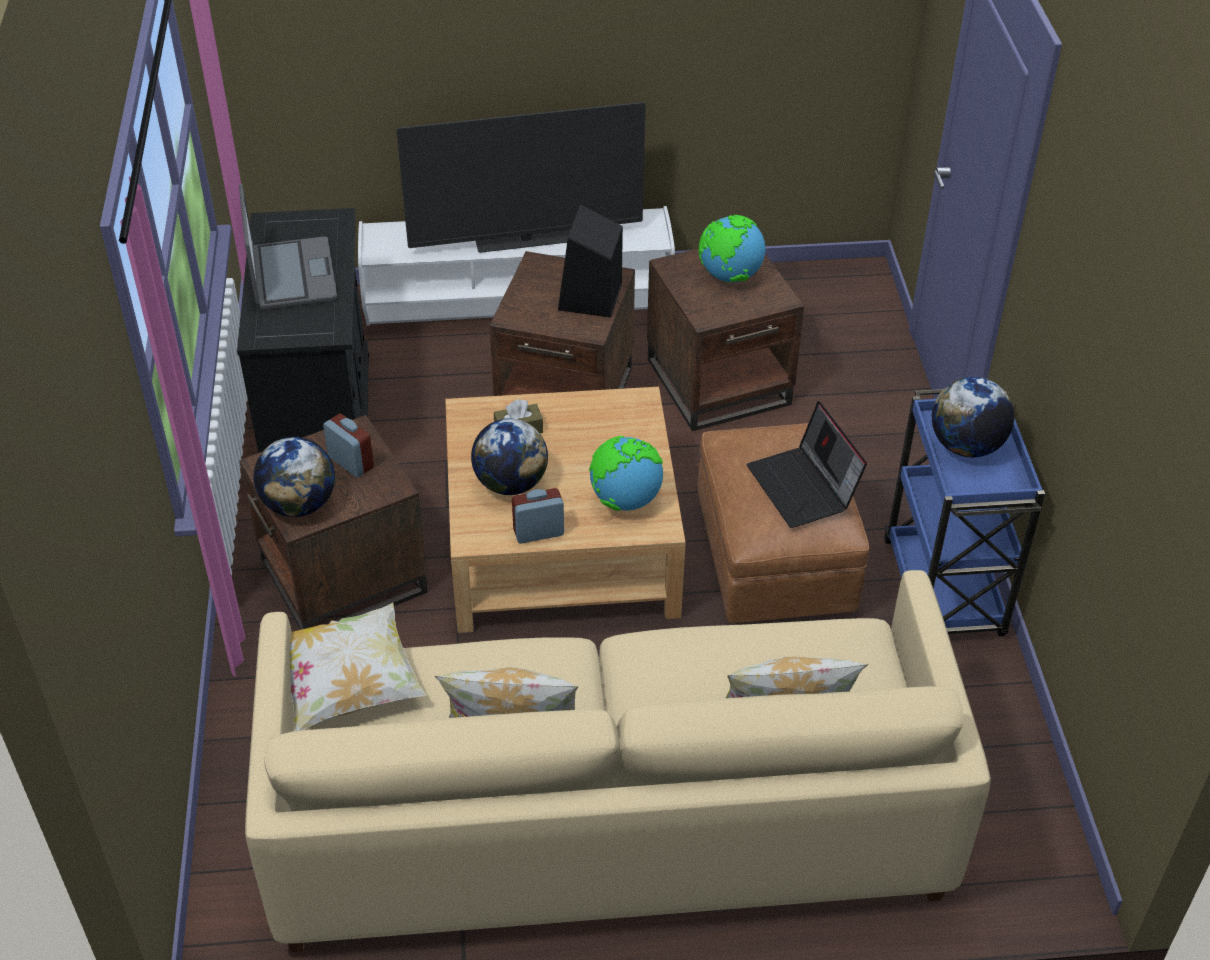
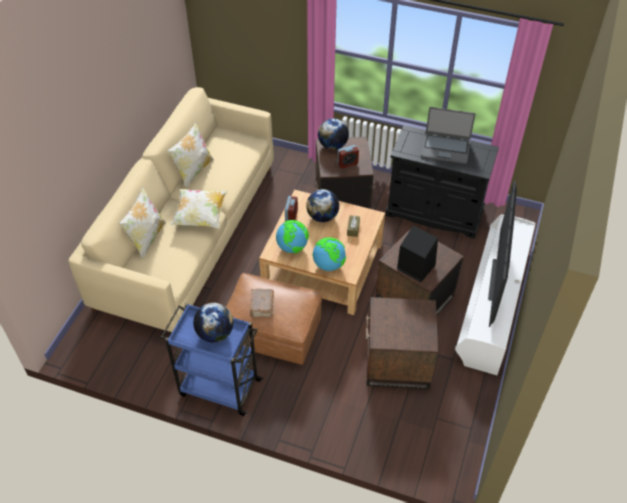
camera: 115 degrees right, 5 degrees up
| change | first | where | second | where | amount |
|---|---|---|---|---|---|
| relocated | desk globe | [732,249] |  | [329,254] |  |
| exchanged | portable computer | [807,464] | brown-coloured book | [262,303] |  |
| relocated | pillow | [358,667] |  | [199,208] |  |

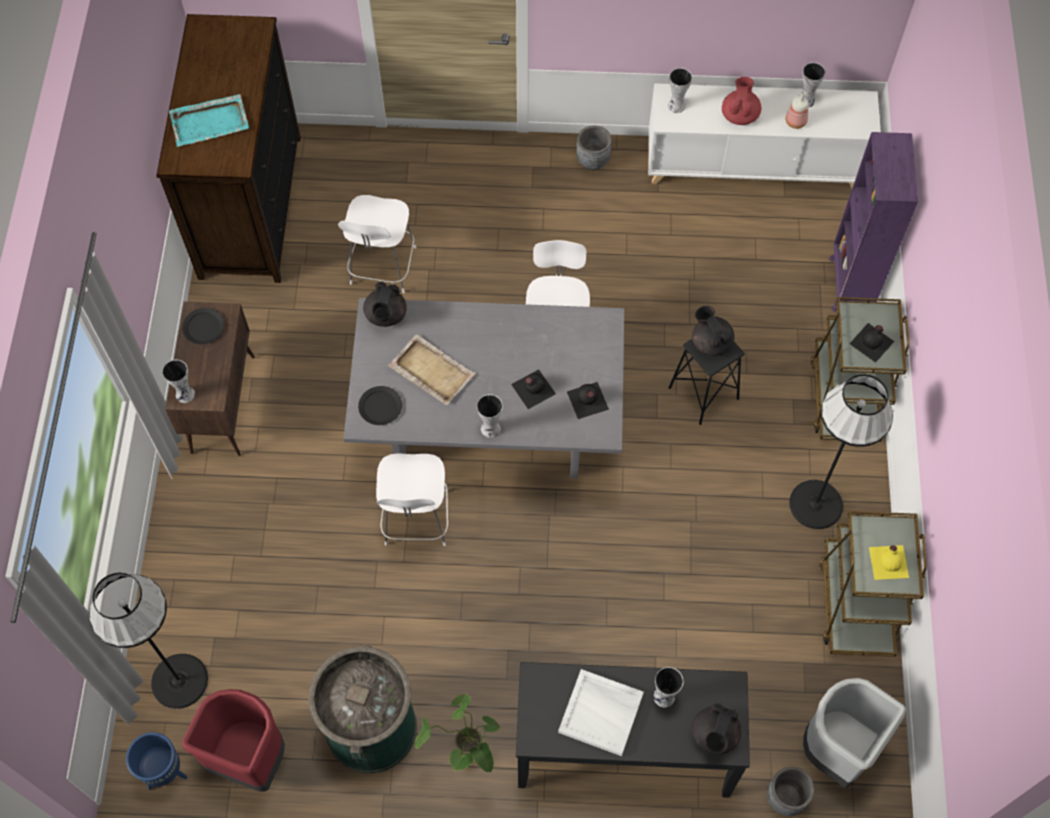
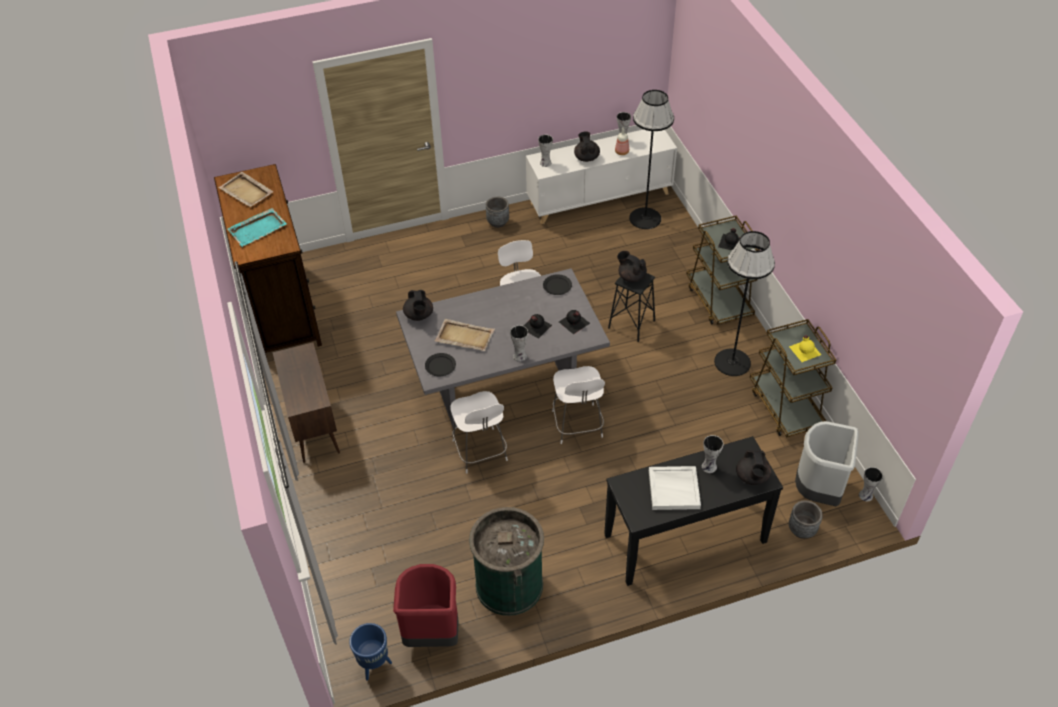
camera: 20 degrees left, 15 degrees down
| change | first | where | second | where | amount |
|---|---|---|---|---|---|
| colour | reddish tea pot | [741,101] | black tea pot | [587,146] |  |
| missing | purple-coloured bookshelf | [873,222] |  |  |  |
| relocated | whitish upright chair | [377,244] |  | [578,405] |  |
| relocated | black plate | [203,326] |  | [557,284] |  |
| relocated | decorative vase | [178,381] |  | [871,484] |  |
| relocated | black standing lamp | [148,641] |  | [651,159] |  |
| missing | plant in a pot | [458,733] |  |  |  |
| appeared |  |  | beige carrying tray | [246,189] |  |

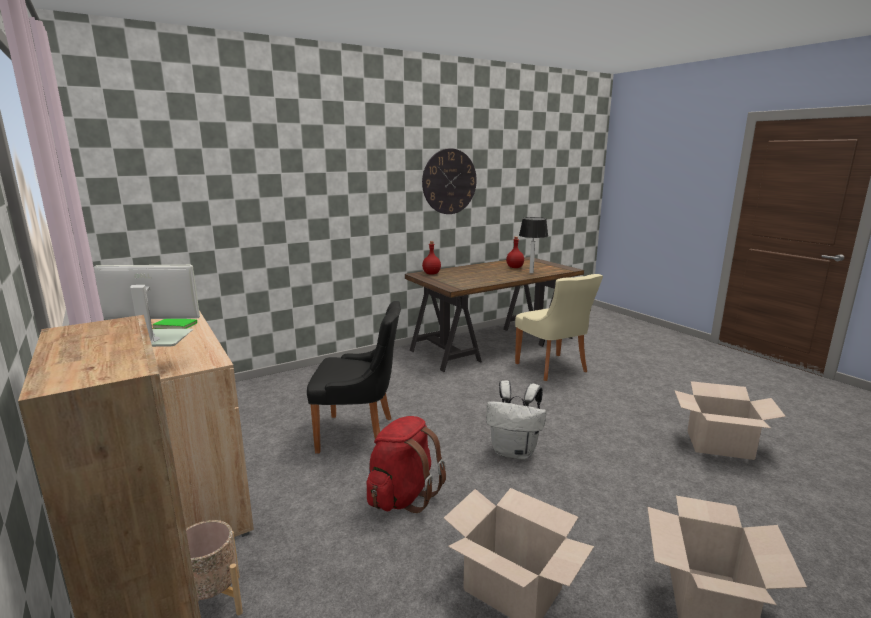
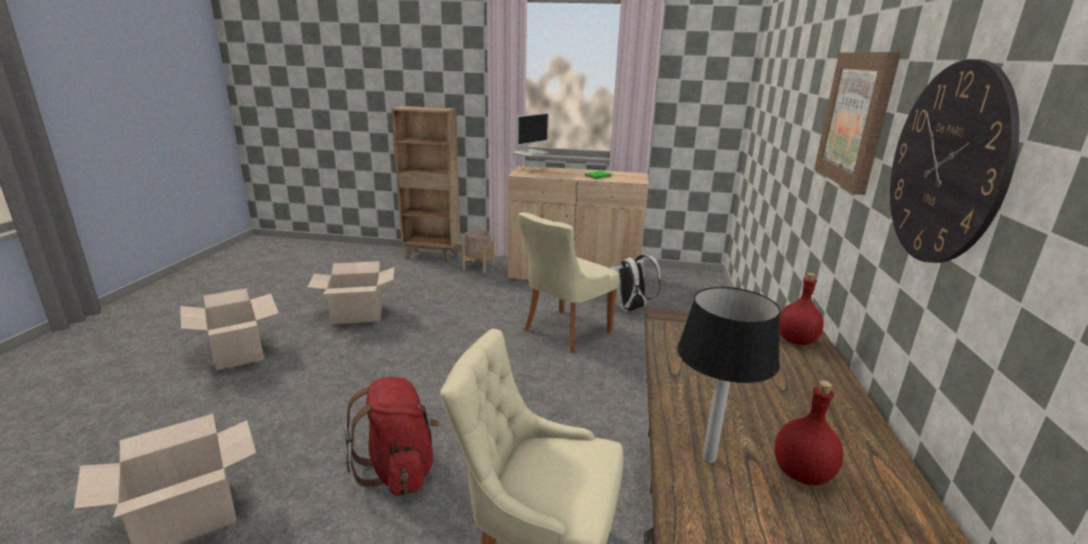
camera: 130 degrees right, 5 degrees up
| change | first | where | second | where | amount |
|---|---|---|---|---|---|
| colour | black upright chair | [354,377] | beige upright chair | [568,282] |  |
| relocated | whitish backpack | [516,420] |  | [634,283] |  |
| relocated | reddish backpack | [406,464] |  | [392,436] |  |
| appeared |  |  | wall art | [857,123] |  |

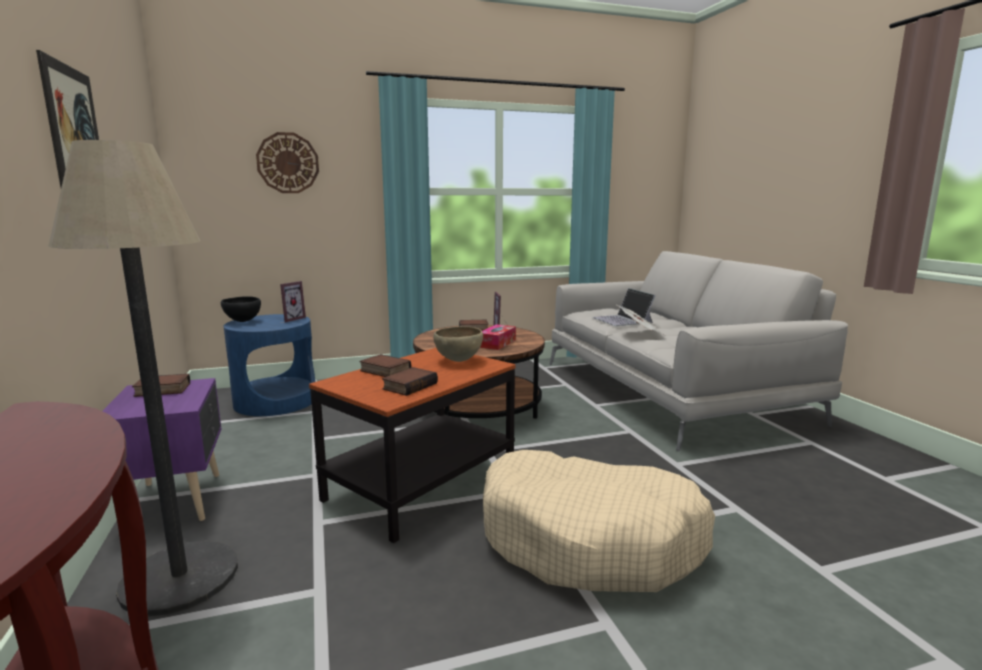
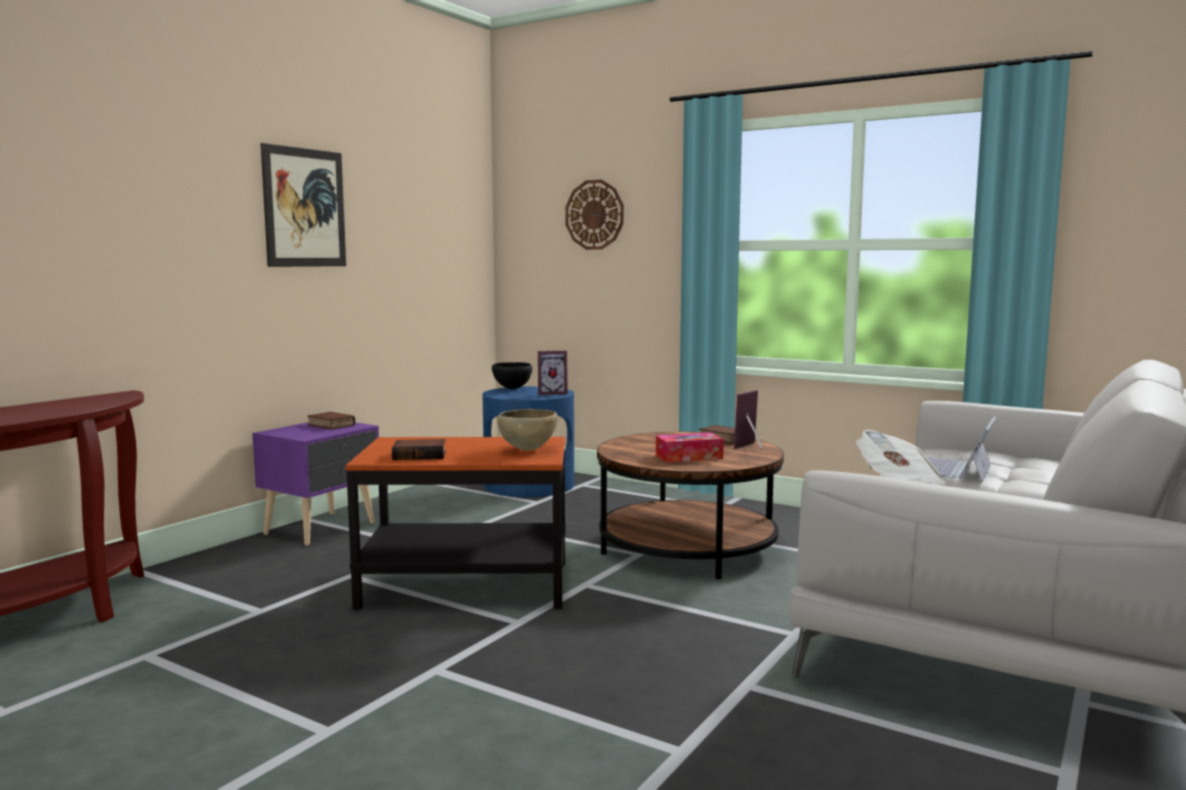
camera: 50 degrees right, 5 degrees down
| change | first | where | second | where | amount |
|---|---|---|---|---|---|
| missing | standing lamp | [143,378] |  |  |  |
| missing | book | [385,365] |  |  |  |
| missing | beige pet bed | [599,521] |  |  |  |

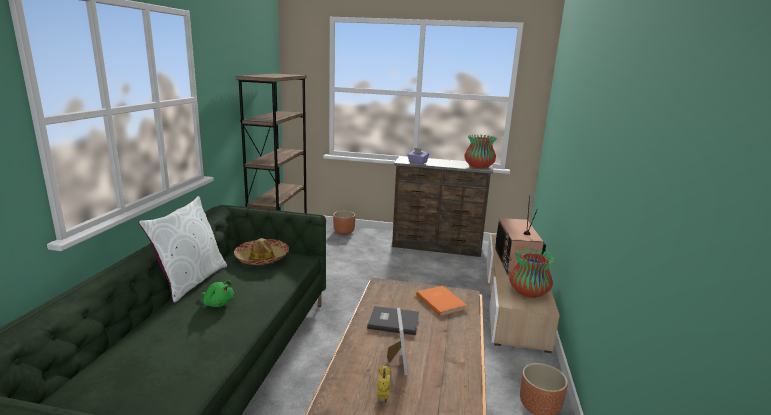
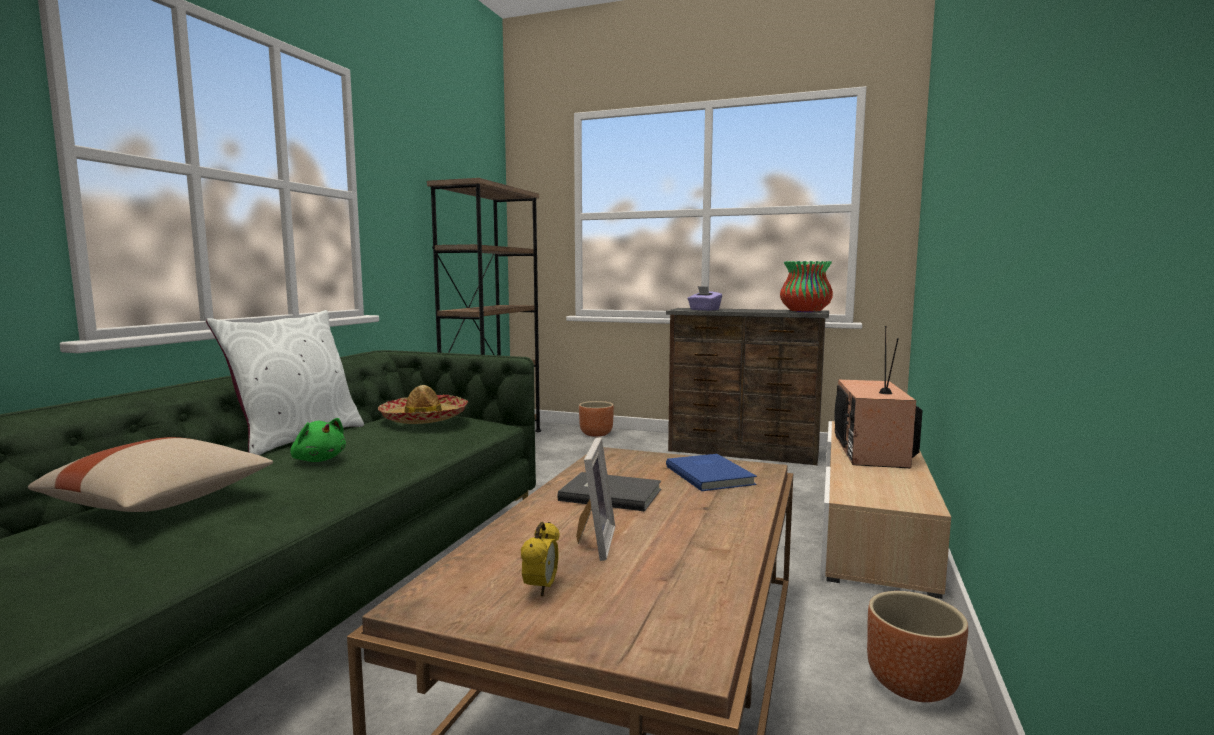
camera: 10 degrees right, 10 degrees down
| change | first | where | second | where | amount |
|---|---|---|---|---|---|
| missing | decorative vase | [532,273] |  |  |  |
| colour | orange-coloured book | [442,301] | blue book | [711,472] |  |
| appeared |  |  | beige pillow | [150,474] |  |

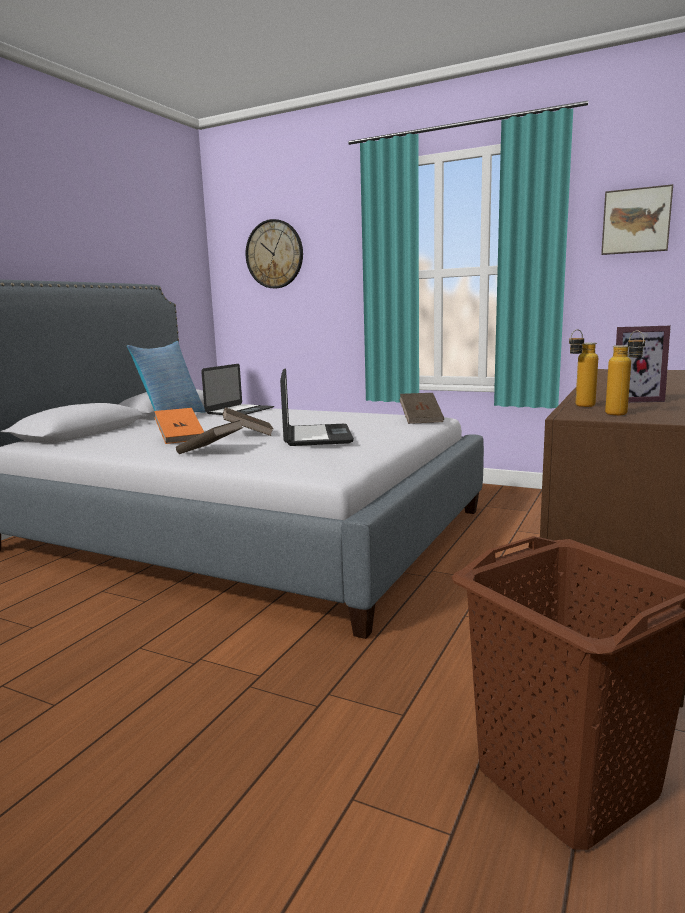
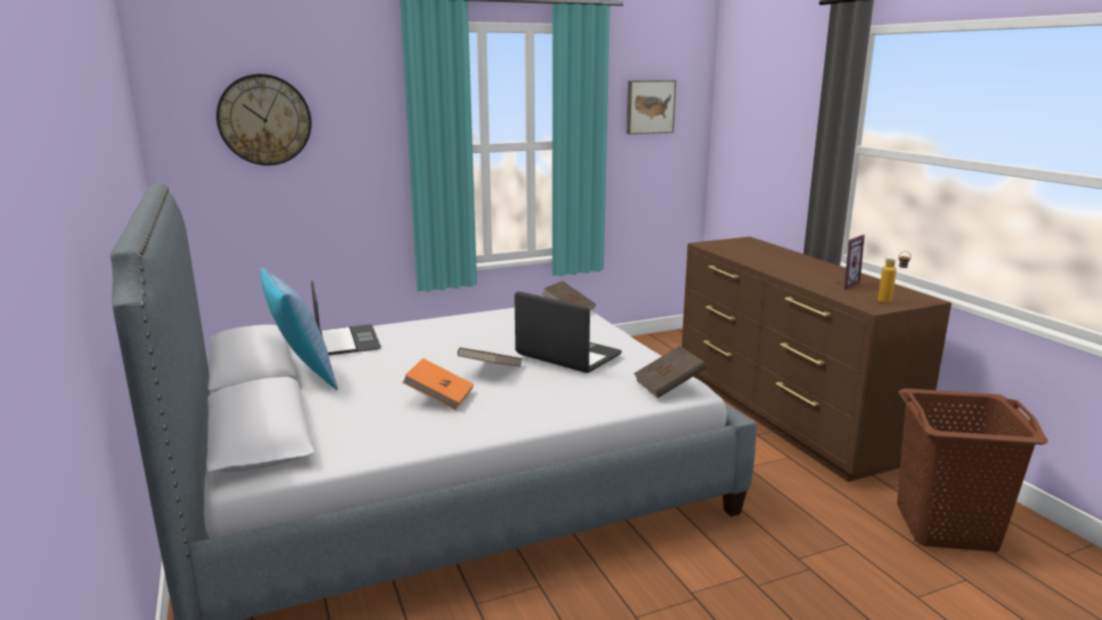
camera: 50 degrees left, 5 degrees up
| change | first | where | second | where | amount |
|---|---|---|---|---|---|
| missing | bottle | [583,368] |  |  |  |
| relocated | brown-coloured book | [210,437] |  | [670,372] |  |

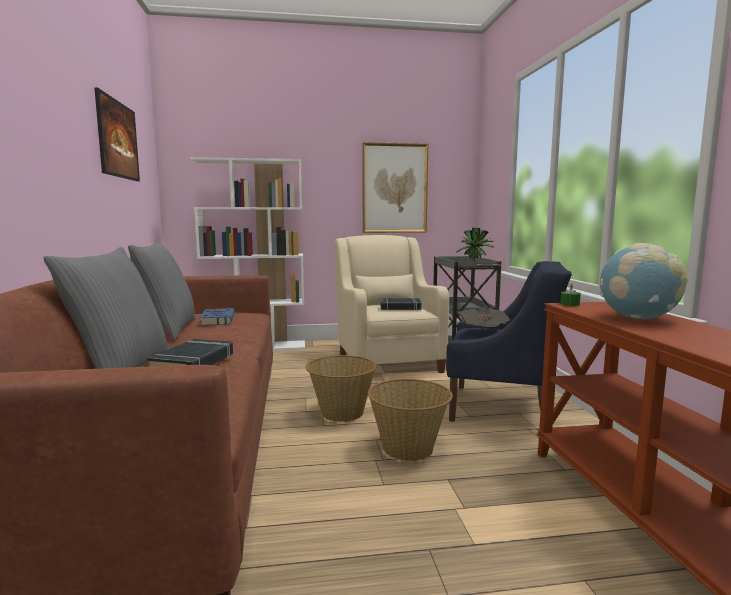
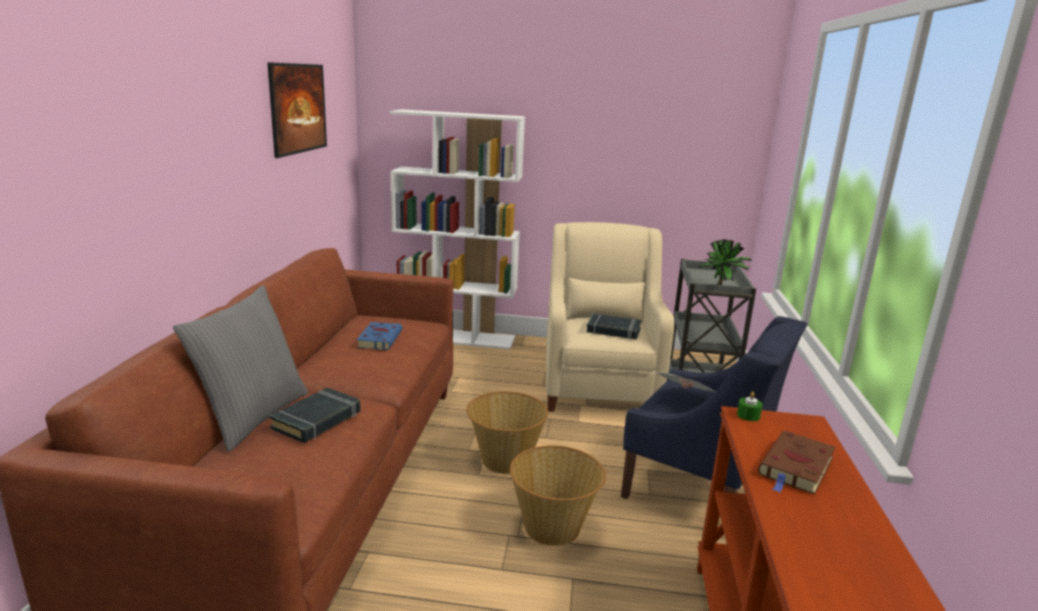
camera: 15 degrees right, 10 degrees up
| change | first | where | second | where | amount |
|---|---|---|---|---|---|
| missing | wall art | [395,187] |  |  |  |
| missing | greyish pillow | [162,290] |  |  |  |
| exchanged | desk globe | [643,281] | brown-coloured book | [796,463] |  |

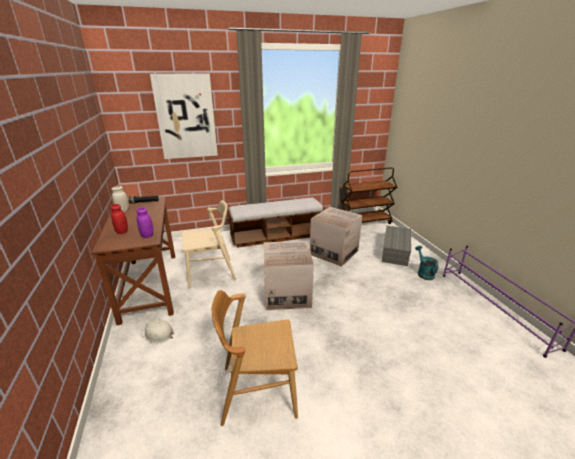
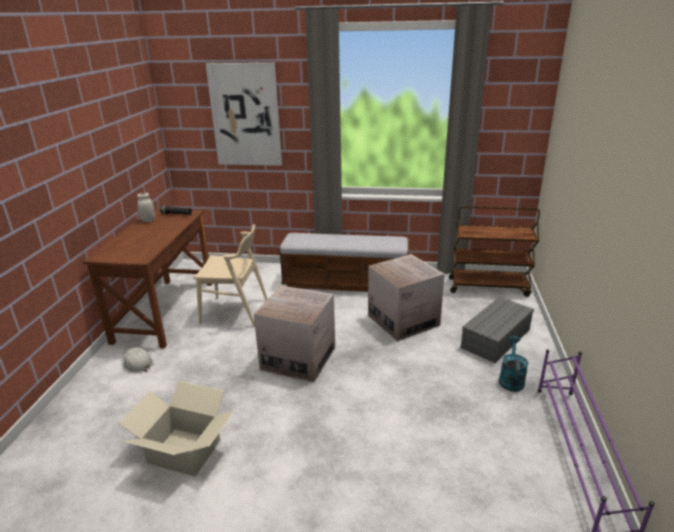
camera: 25 degrees right, 0 degrees up
| change | first | where | second | where | amount |
|---|---|---|---|---|---|
| missing | reddish preserve jar | [119,219] |  |  |  |
| missing | purple-coloured preserve jar | [144,222] |  |  |  |
| exchanged | brown-coloured upright chair | [255,358] | carton | [176,428] |  |

